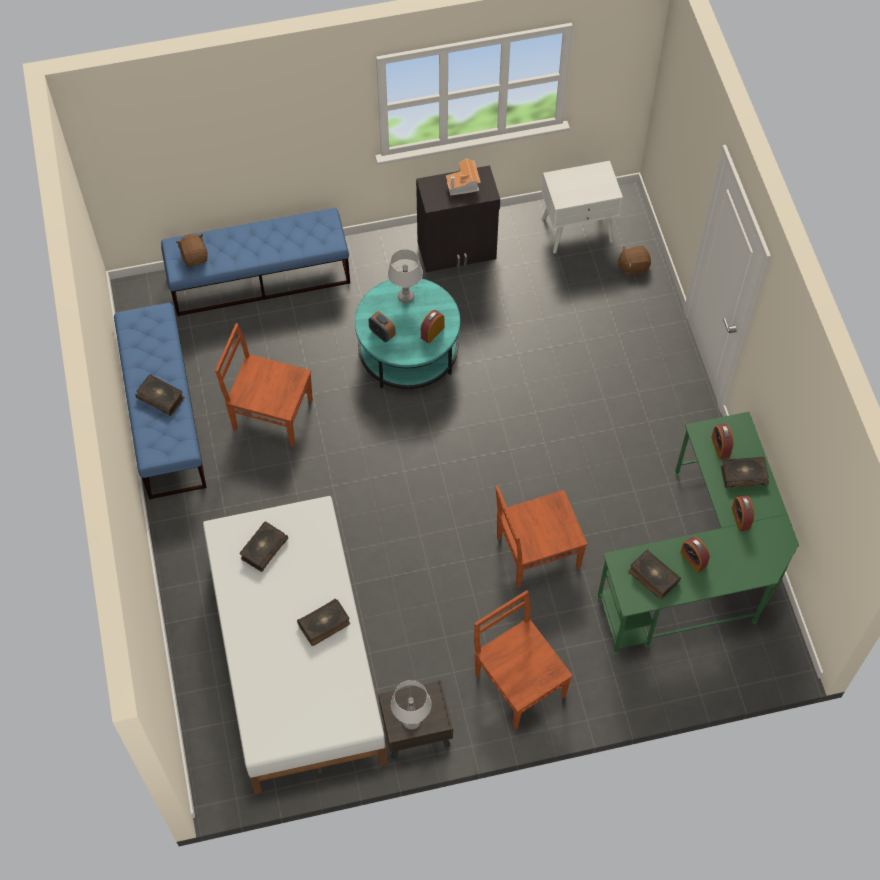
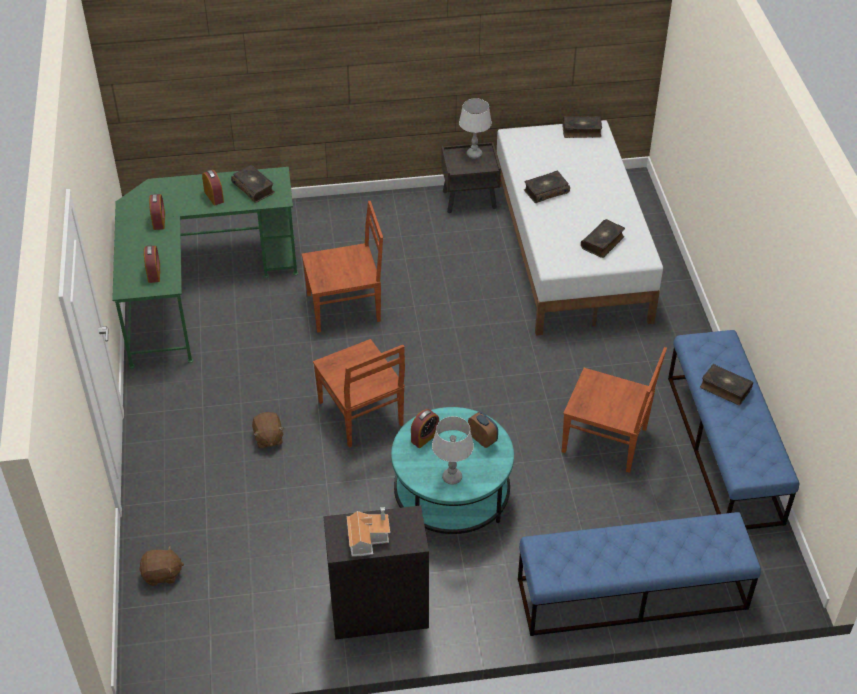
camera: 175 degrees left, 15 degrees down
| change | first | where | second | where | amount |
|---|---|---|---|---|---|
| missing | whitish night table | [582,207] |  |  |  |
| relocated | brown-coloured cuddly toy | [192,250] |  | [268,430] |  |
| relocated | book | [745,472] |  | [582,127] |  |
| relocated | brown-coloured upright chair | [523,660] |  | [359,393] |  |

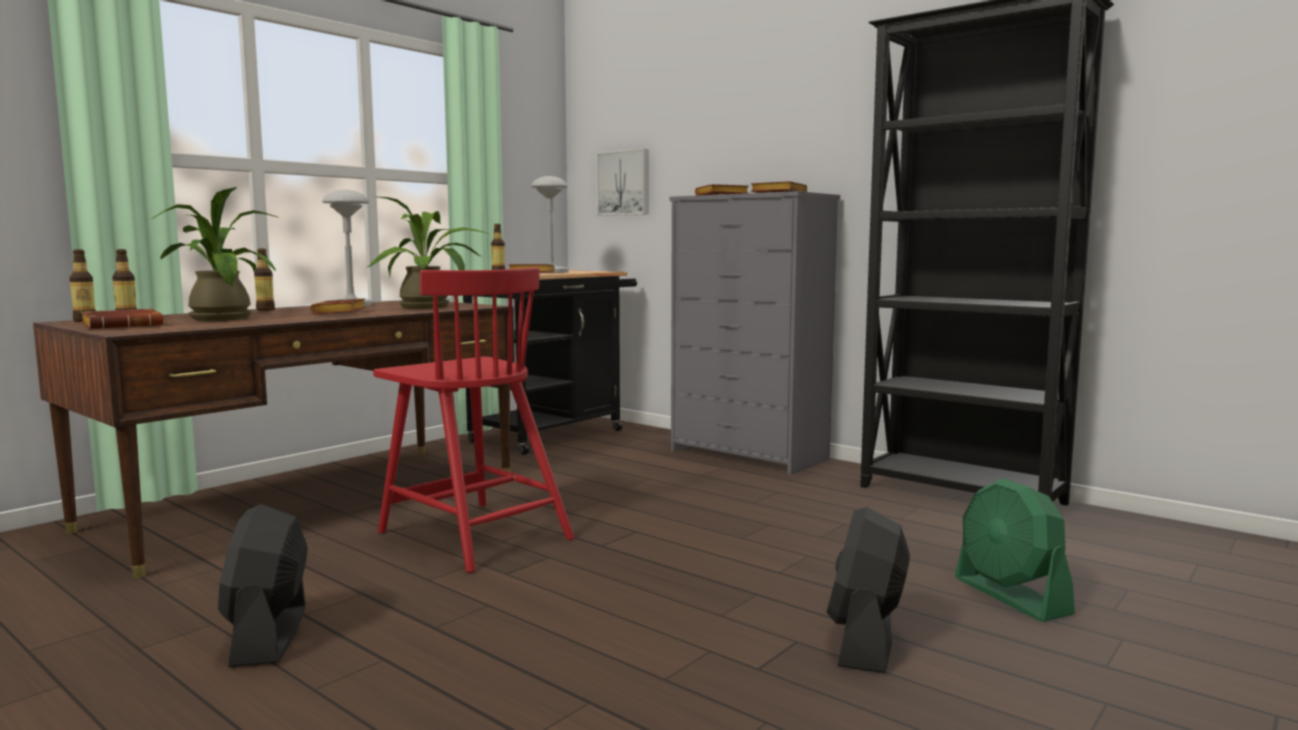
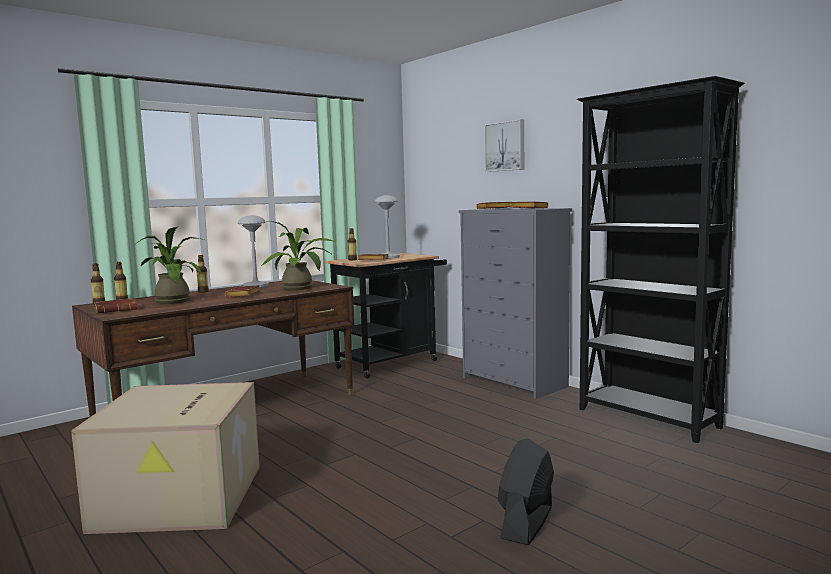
camera: 10 degrees right, 0 degrees up
| change | first | where | second | where | amount |
|---|---|---|---|---|---|
| relocated | wall art | [623,182] |  | [504,145] |  |
| missing | reddish upright chair | [473,420] |  |  |  |
| missing | green-coloured cooling fan | [1015,550] |  |  |  |
| exchanged | black cooling fan | [263,585] | carton | [165,458] |  |

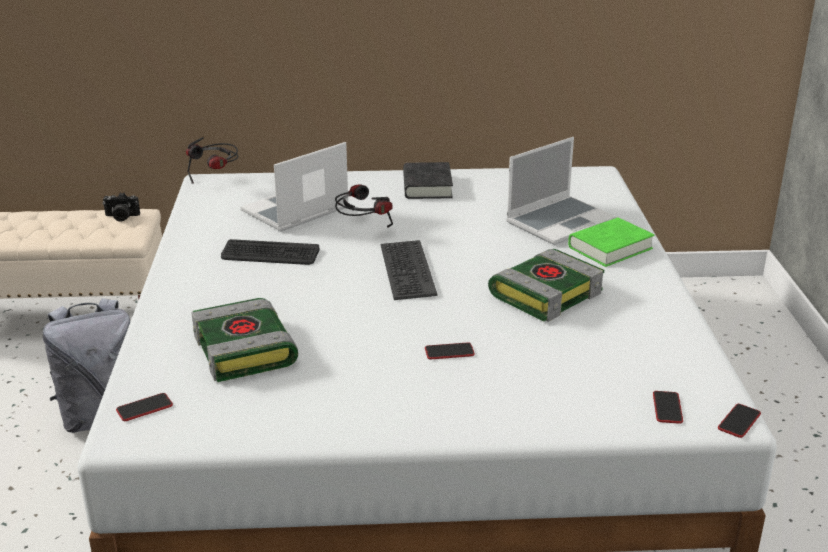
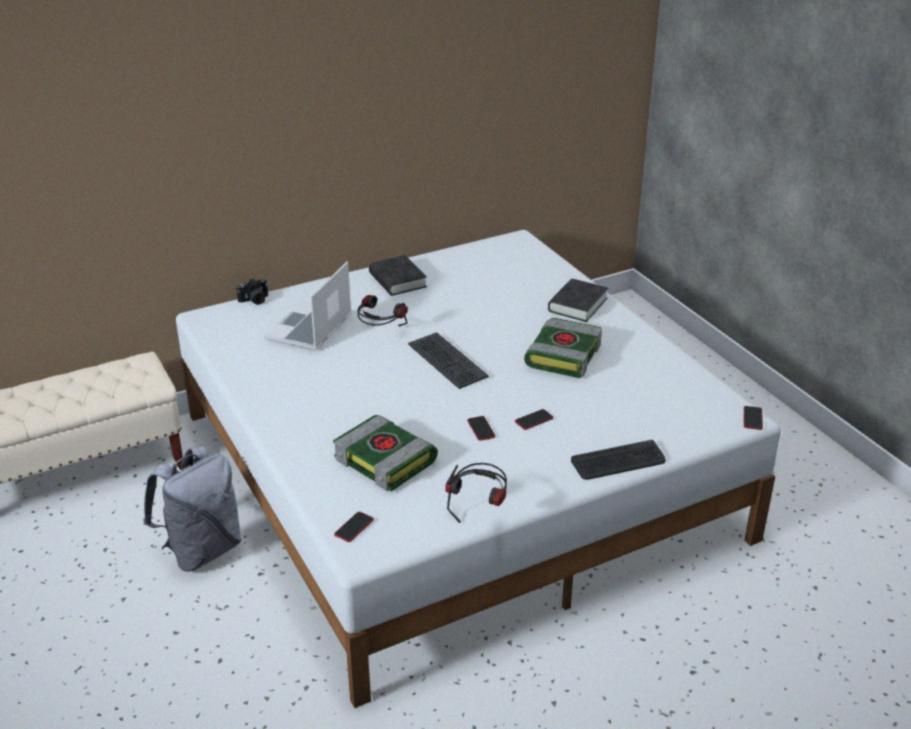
camera: 25 degrees left, 5 degrees up
| change | first | where | second | where | amount |
|---|---|---|---|---|---|
| relocated | headphones | [212,160] |  | [476,493] |  |
| missing | portable computer | [561,191] |  |  |  |
| relocated | photo camera | [121,207] |  | [252,291] |  |
| colour | green-coloured book | [611,242] | black book | [578,300] |  |
| relocated | keyboard | [270,252] |  | [618,460] |  |
| relocated | handset | [668,407] |  | [481,428] |  |

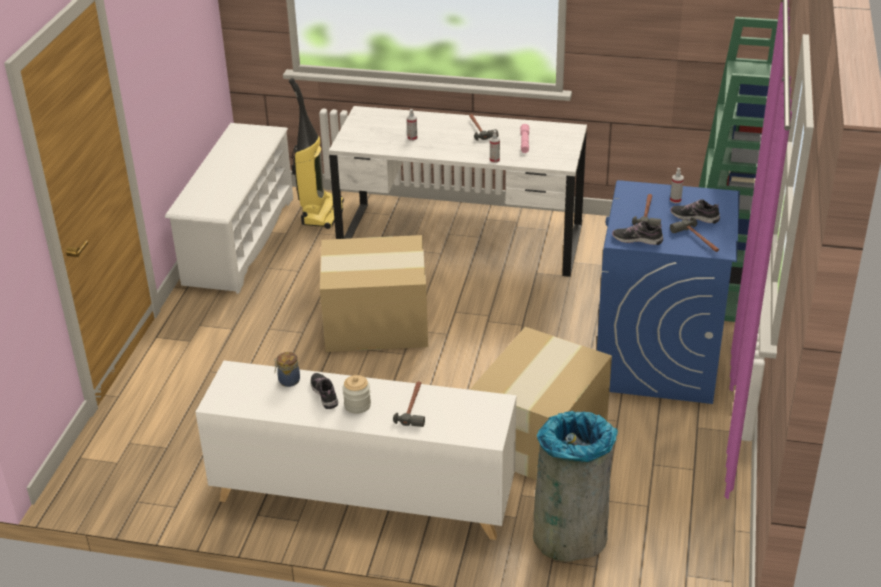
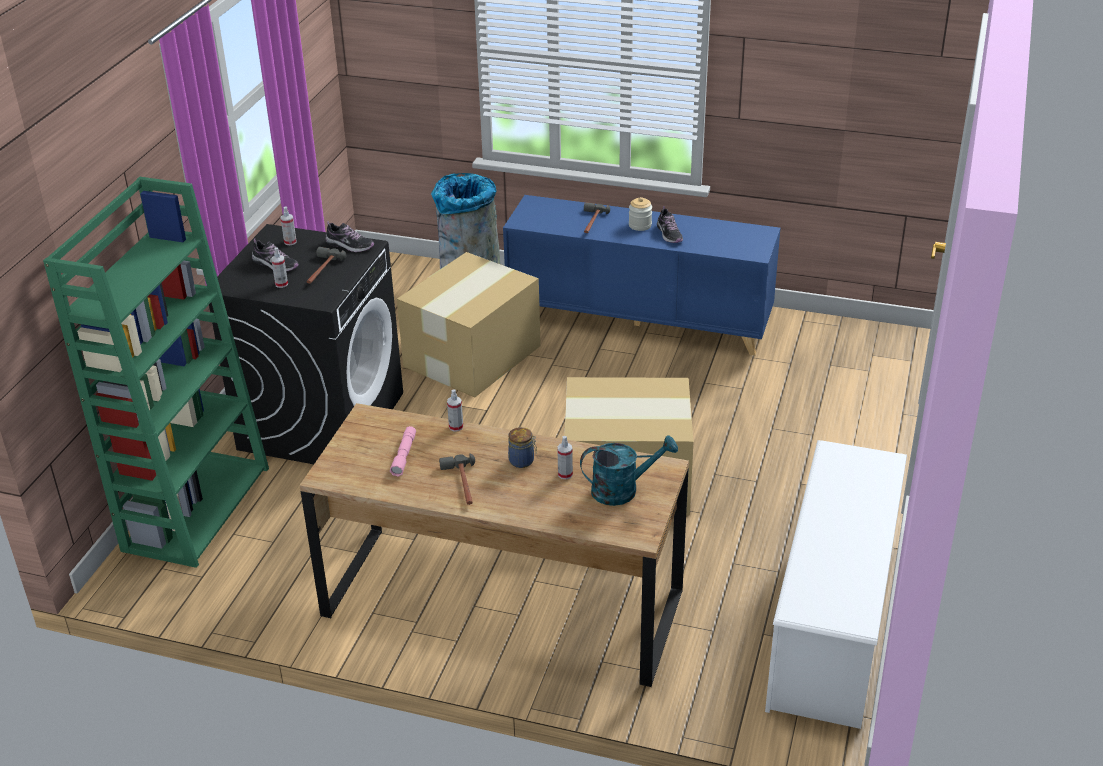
camera: 175 degrees left, 0 degrees up
| change | first | where | second | where | amount |
|---|---|---|---|---|---|
| missing | hoover | [316,153] |  |  |  |
| colour | whitish desk unit | [458,191] | brown-coloured desk unit | [494,545] |  |
| colour | blue washing machine | [668,292] | black washing machine | [306,344] |  |
| exchanged | hand hammer | [694,234] | spray bottle | [288,225] |  |
| relocated | preserve jar | [287,369] |  | [522,447] |  |
| colour | whitish cupboard | [356,450] | blue cupboard | [641,275] |  |
| appeared |  |  | blue-green watering can | [629,470] |  |

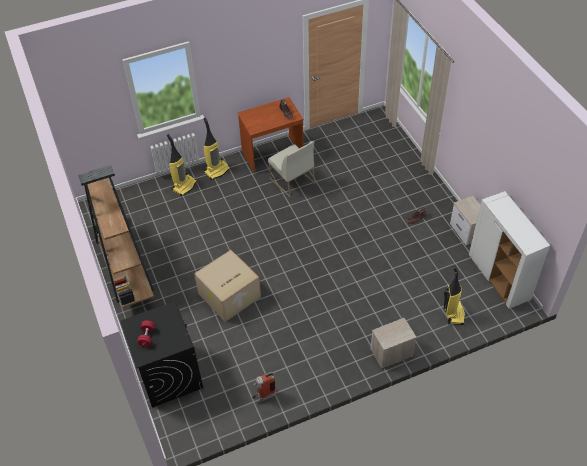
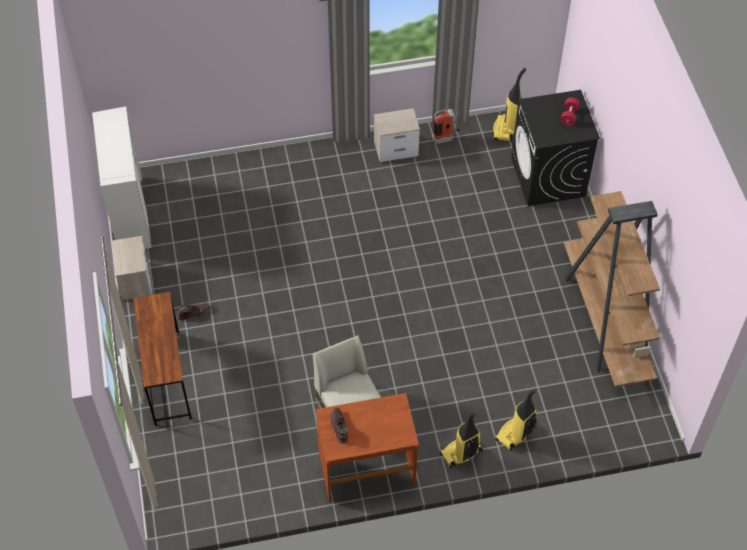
camera: 170 degrees left, 5 degrees up
| change | first | where | second | where | amount |
|---|---|---|---|---|---|
| missing | carton | [227,286] |  |  |  |
| relocated | hoover | [454,295] |  | [509,105] |  |
| relocated | night table | [394,343] |  | [397,135] |  |
| appeared |  |  | brown-coloured desk unit | [162,359] |  |

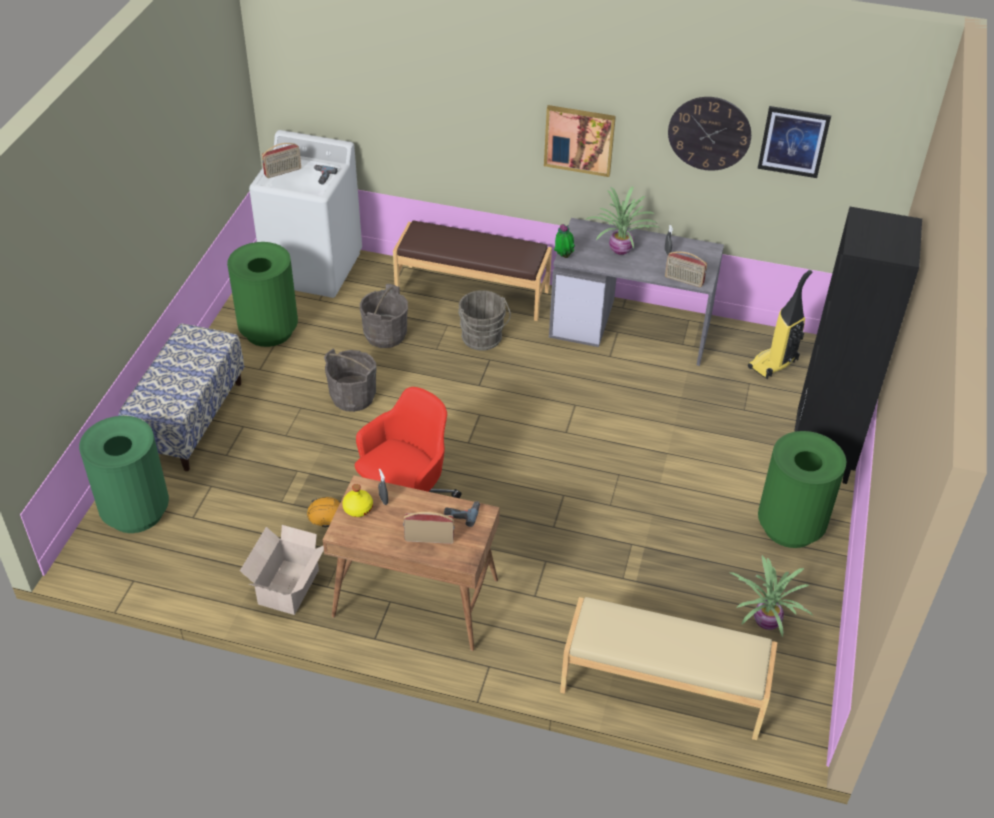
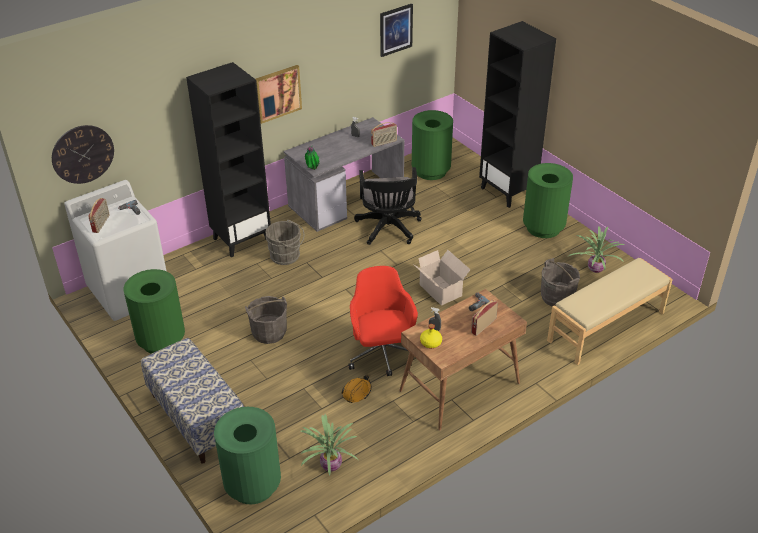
camera: 50 degrees left, 5 degrees down
| change | first | where | second | where | amount |
|---|---|---|---|---|---|
| relocated | hanging clock | [709,134] |  | [83,154] |  |
| relocated | plant in a pot | [622,220] |  | [329,445] |  |
| exchanged | brown-coloured long seat | [472,270] | black bookshelf | [228,159] |  |
| exchanged | hoover | [780,324] | green-coloured trash can | [432,145] |  |
| relocated | greyish pail | [384,316] |  | [560,282] |  |
| relocated | carton | [282,570] |  | [442,278] |  |
| appeared |  |  | black office chair | [388,206] |  |

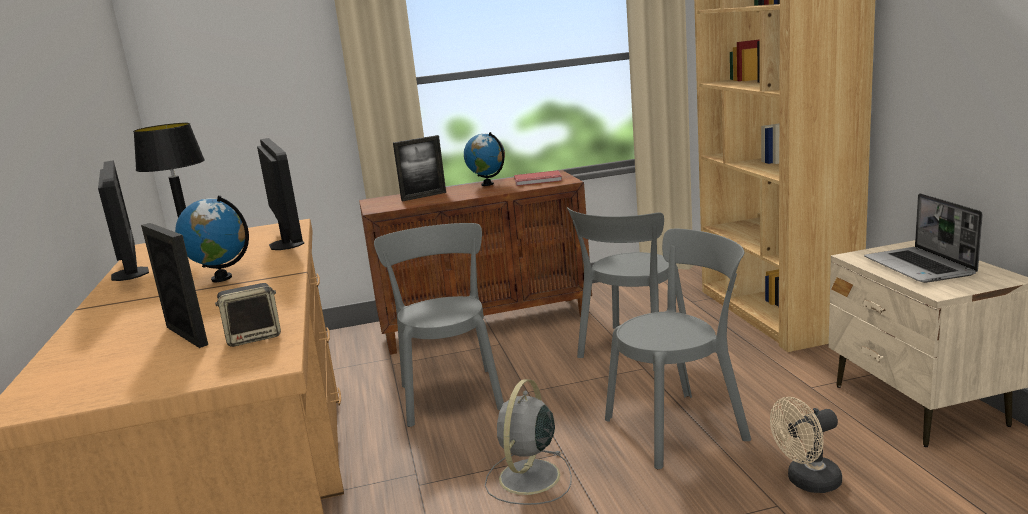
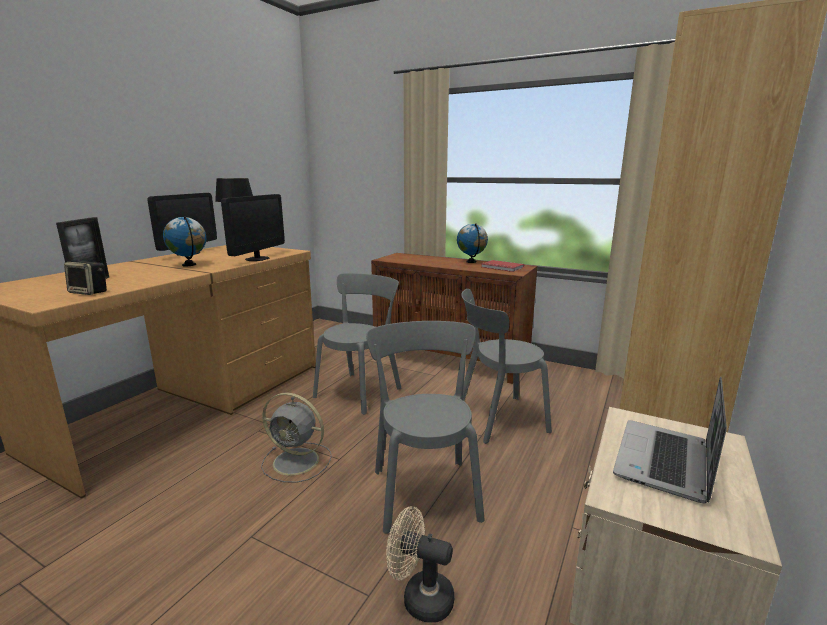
camera: 40 degrees right, 0 degrees up
| change | first | where | second | where | amount |
|---|---|---|---|---|---|
| missing | picture frame | [419,168] |  |  |  |
| spun | greyish upright chair | [678,349] |  | [425,427] | 120 degrees counterclockwise |
| spun | greyish cooling fan | [528,442] |  | [296,437] | 135 degrees counterclockwise |

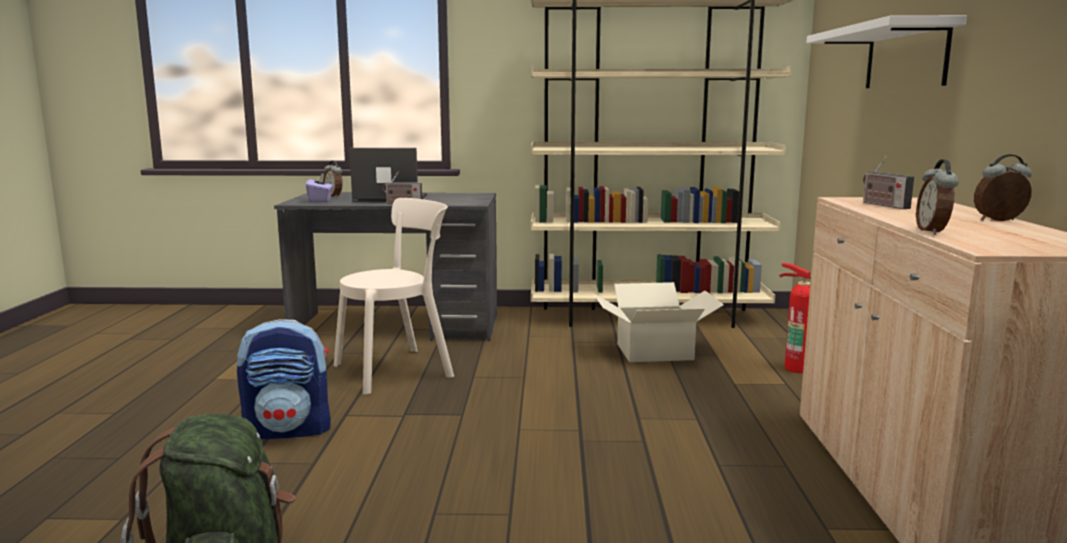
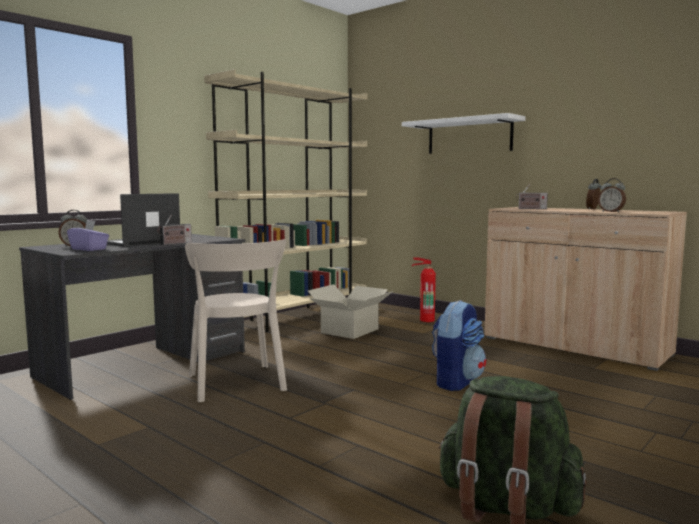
camera: 50 degrees left, 5 degrees down
| change | first | where | second | where | amount |
|---|---|---|---|---|---|
| spun | beige upright chair | [394,296] |  | [236,321] | 150 degrees clockwise |
| relocated | backpack | [284,379] |  | [459,345] |  |

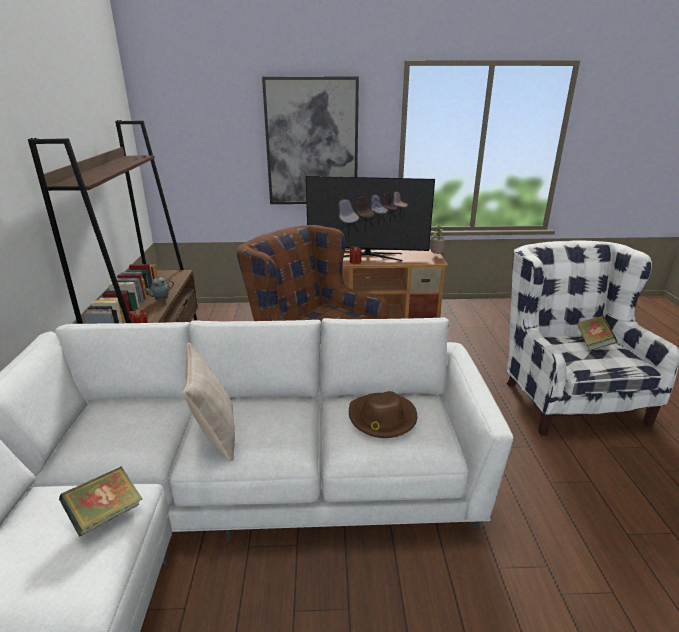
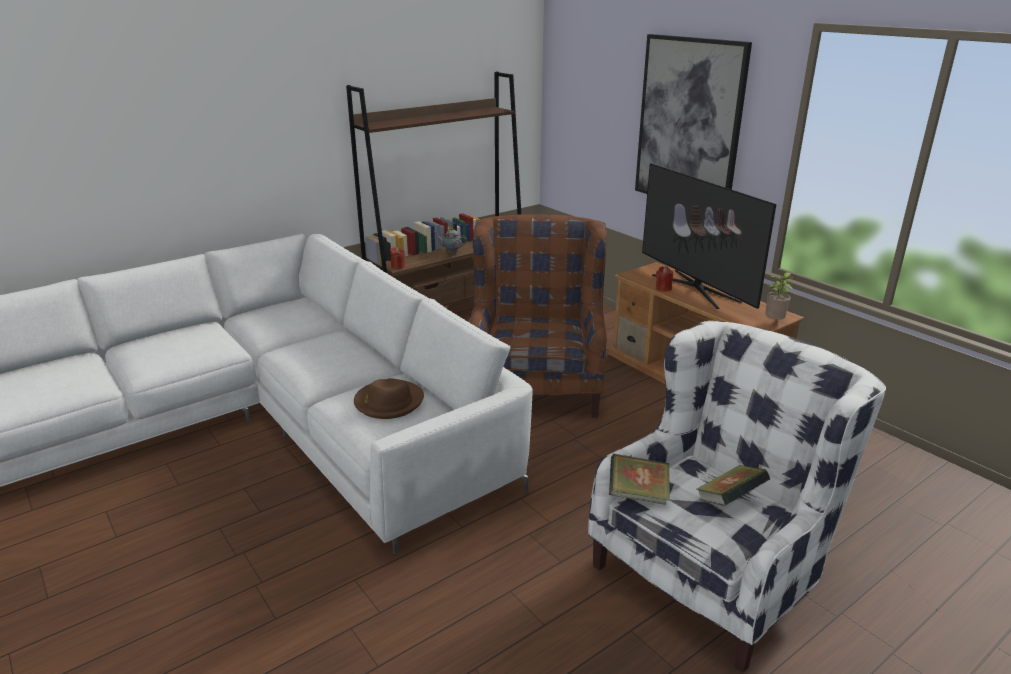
camera: 55 degrees right, 0 degrees up
| change | first | where | second | where | amount |
|---|---|---|---|---|---|
| missing | beige pillow | [209,402] |  |  |  |
| relocated | book | [101,501] |  | [639,479] |  |

